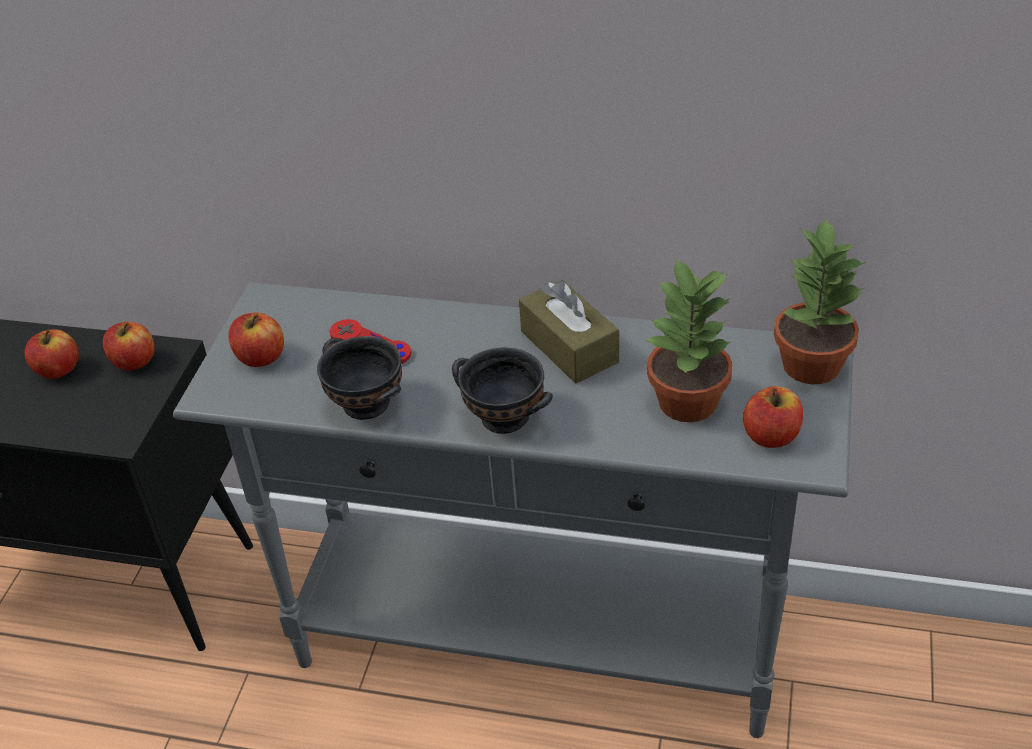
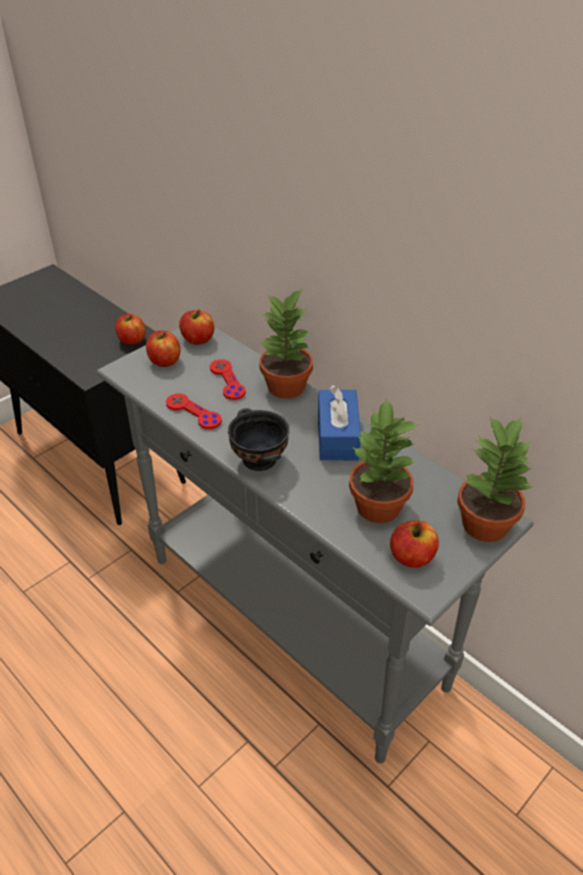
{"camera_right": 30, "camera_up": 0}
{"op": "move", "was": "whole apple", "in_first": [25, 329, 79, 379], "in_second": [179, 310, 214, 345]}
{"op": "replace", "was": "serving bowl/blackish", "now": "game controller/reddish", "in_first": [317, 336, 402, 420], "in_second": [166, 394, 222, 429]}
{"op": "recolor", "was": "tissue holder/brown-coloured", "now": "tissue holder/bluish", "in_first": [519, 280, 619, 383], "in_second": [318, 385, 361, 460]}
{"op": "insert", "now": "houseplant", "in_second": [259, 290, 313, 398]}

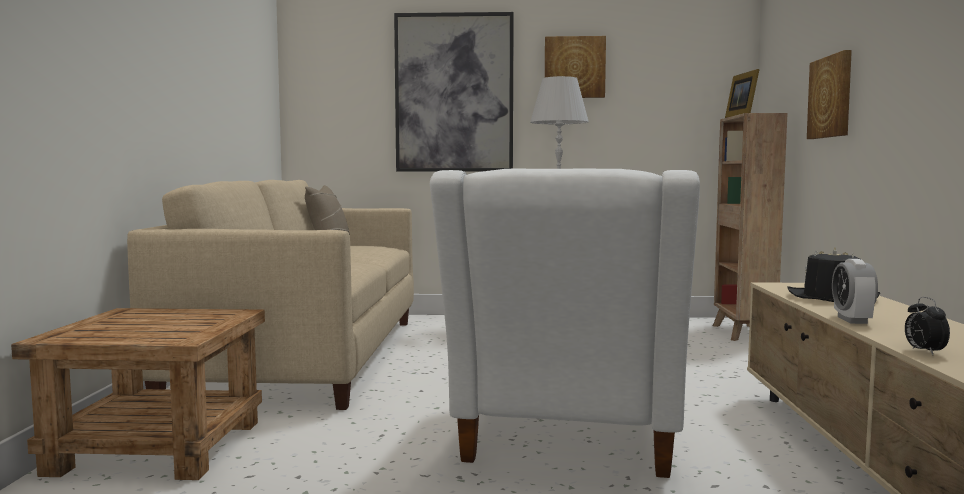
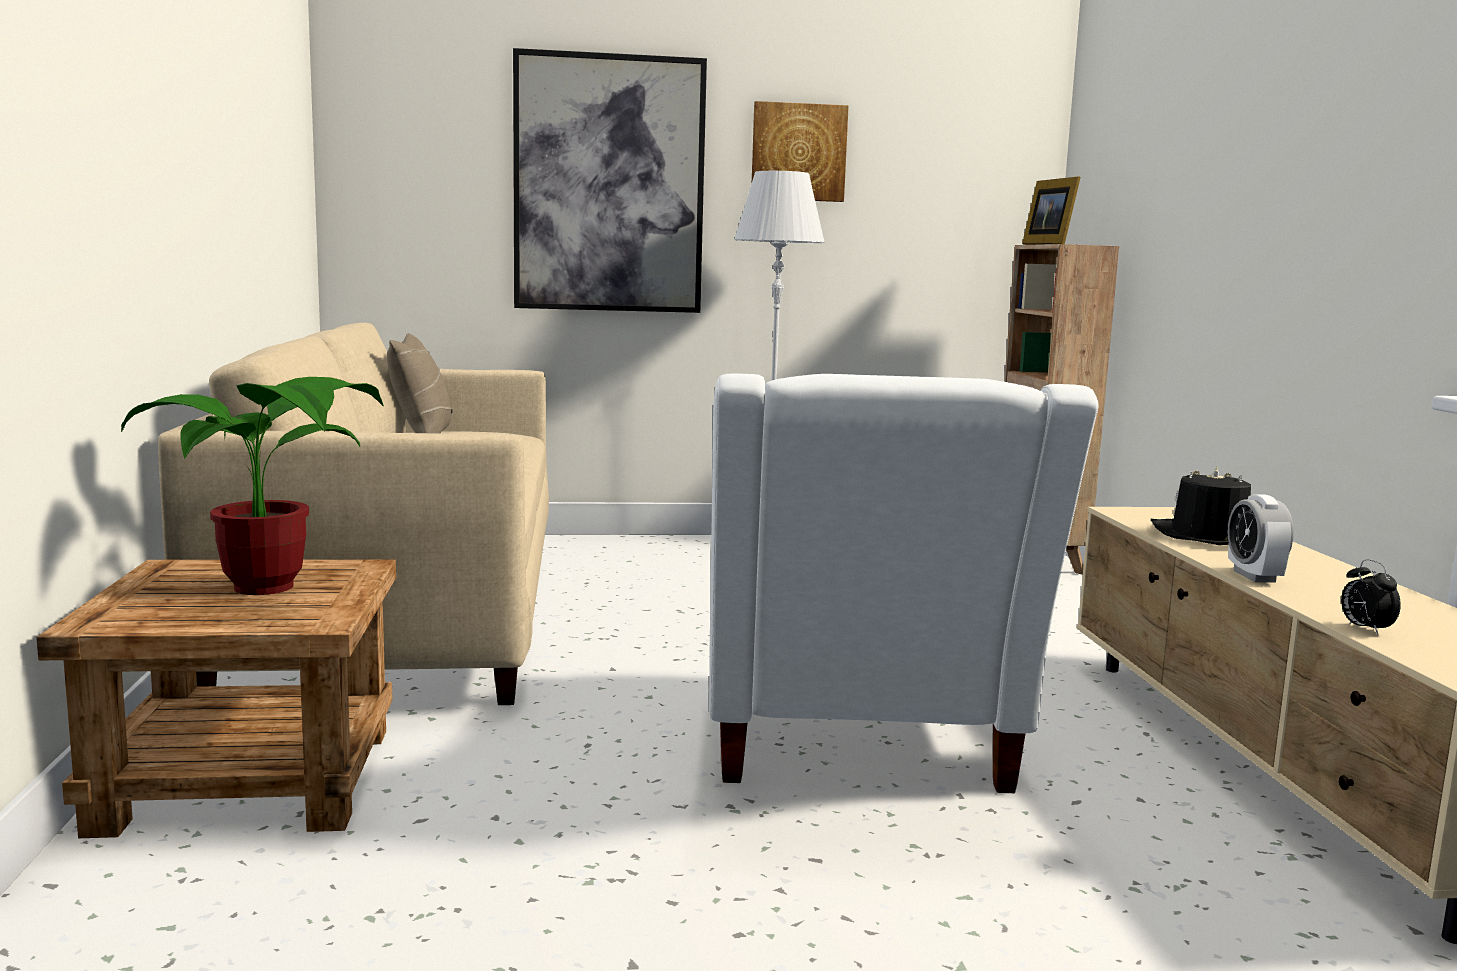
{"camera_right": -10, "camera_up": 5}
{"op": "delete", "was": "wall art", "in_first": [807, 50, 852, 139]}
{"op": "insert", "now": "houseplant", "in_second": [121, 377, 384, 595]}

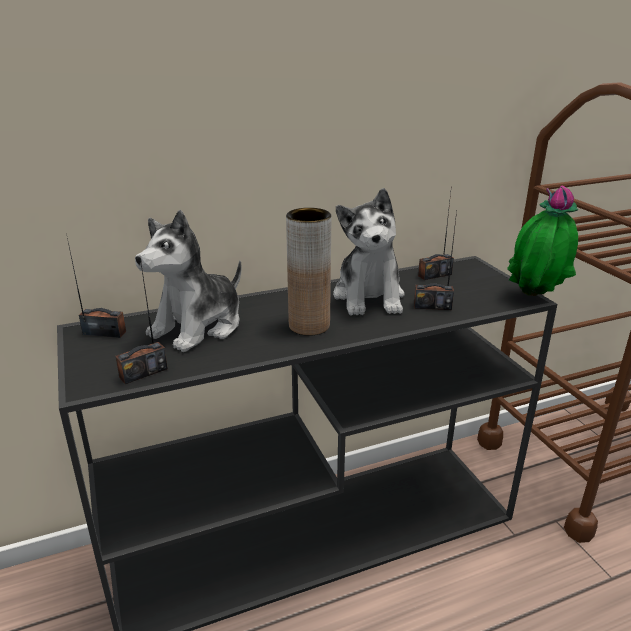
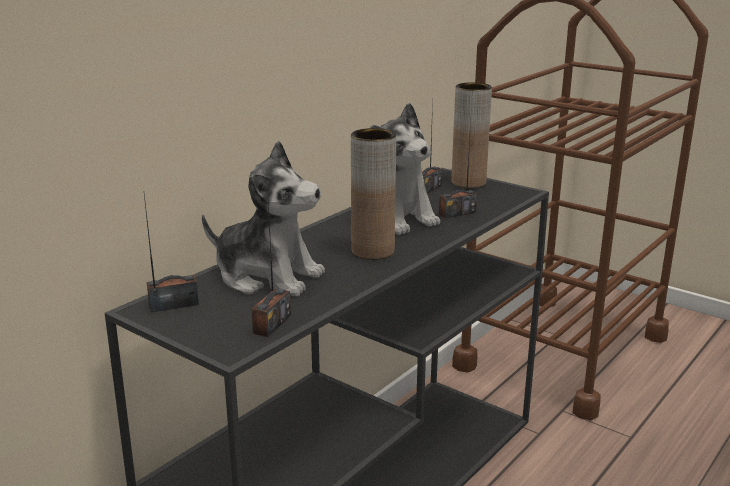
{"camera_right": -30, "camera_up": -5}
{"op": "rotate", "was": "cuddly toy", "in_first": [135, 210, 242, 352], "in_second": [202, 140, 325, 296], "clockwise": -75}
{"op": "delete", "was": "houseplant", "in_first": [507, 185, 578, 296]}
{"op": "insert", "now": "decorative vase/brown-coloured", "in_second": [451, 82, 492, 188]}

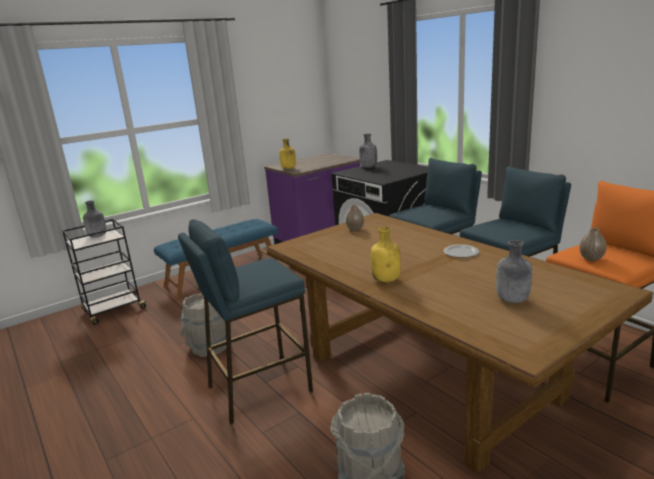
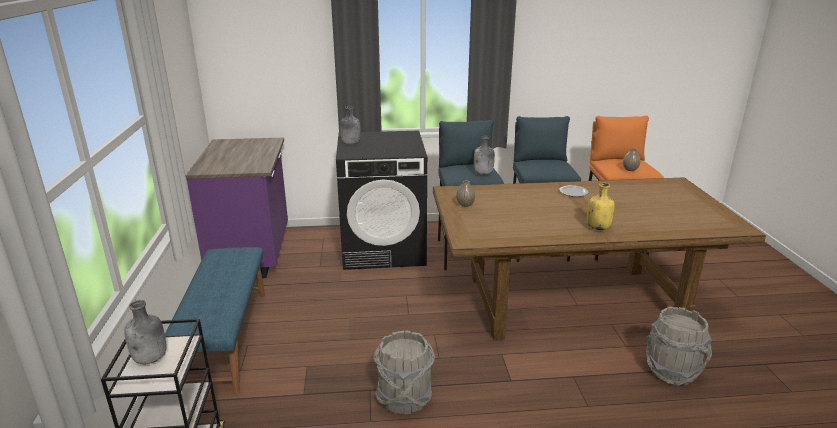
{"camera_right": -60, "camera_up": 5}
{"op": "delete", "was": "stool/bluish", "in_first": [178, 219, 313, 424]}
{"op": "delete", "was": "bottle/yellow", "in_first": [279, 138, 296, 169]}
{"op": "move", "was": "bottle/gray", "in_first": [496, 240, 532, 303], "in_second": [474, 136, 495, 175]}

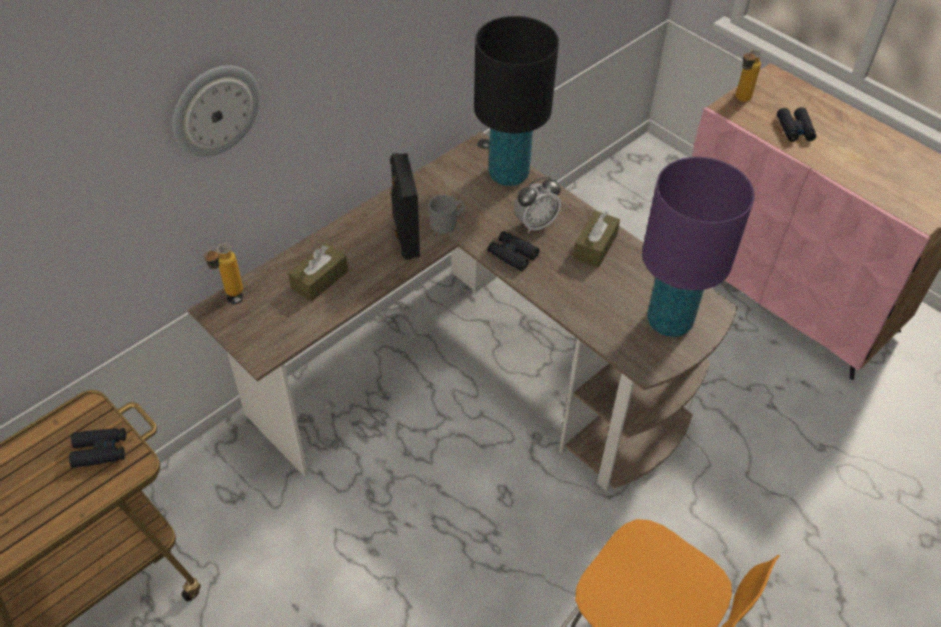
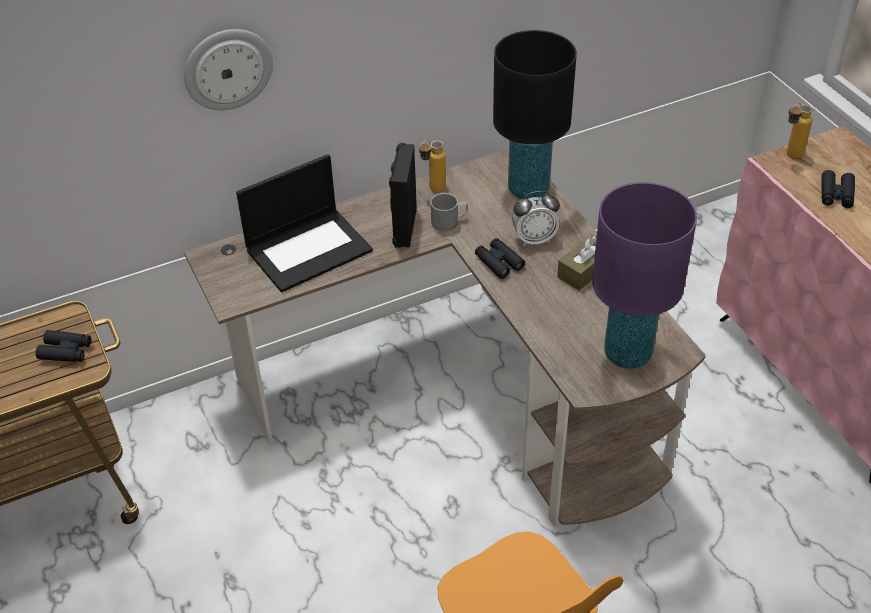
{"camera_right": 20, "camera_up": -5}
{"op": "move", "was": "bottle", "in_first": [204, 243, 243, 296], "in_second": [419, 140, 446, 193]}
{"op": "replace", "was": "tissue holder/brown-coloured", "now": "laptop", "in_first": [288, 243, 348, 302], "in_second": [236, 154, 373, 293]}

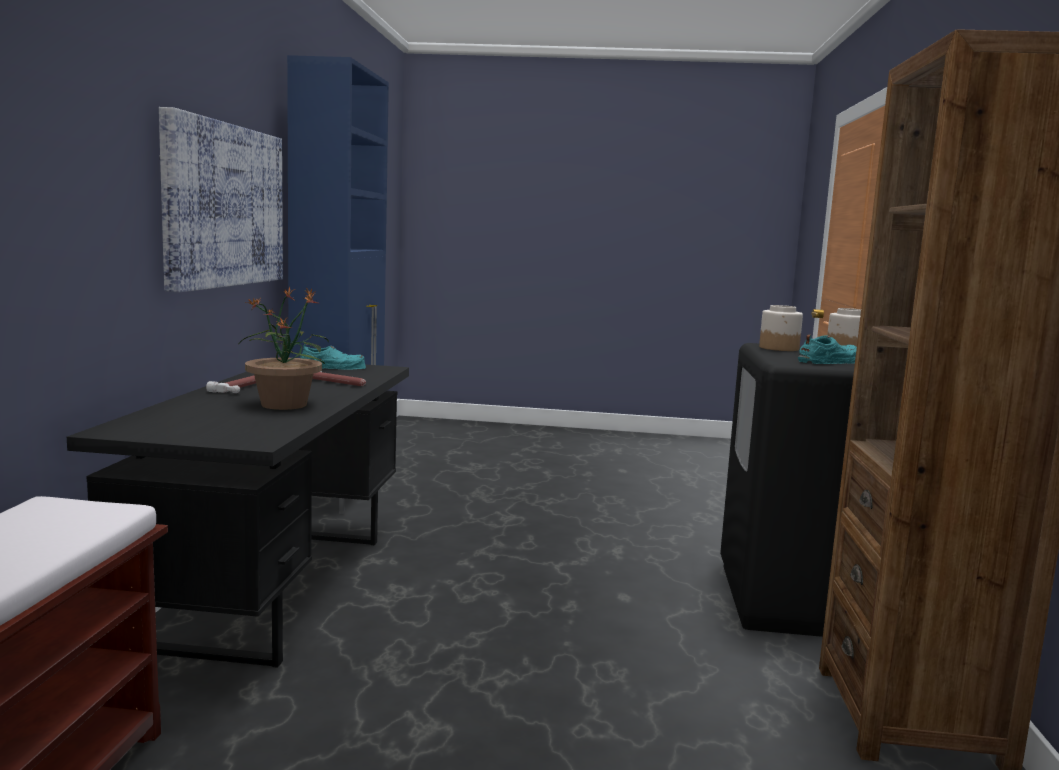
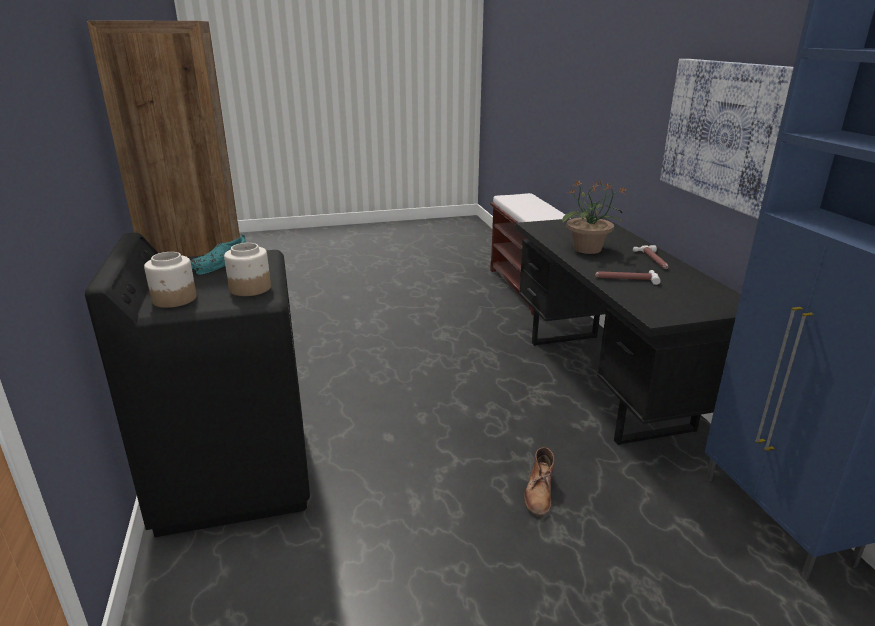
{"camera_right": 160, "camera_up": 15}
{"op": "delete", "was": "shoe/turquoise-coloured", "in_first": [300, 344, 366, 369]}
{"op": "insert", "now": "high-top boot/brown-coloured", "in_second": [524, 447, 554, 516]}

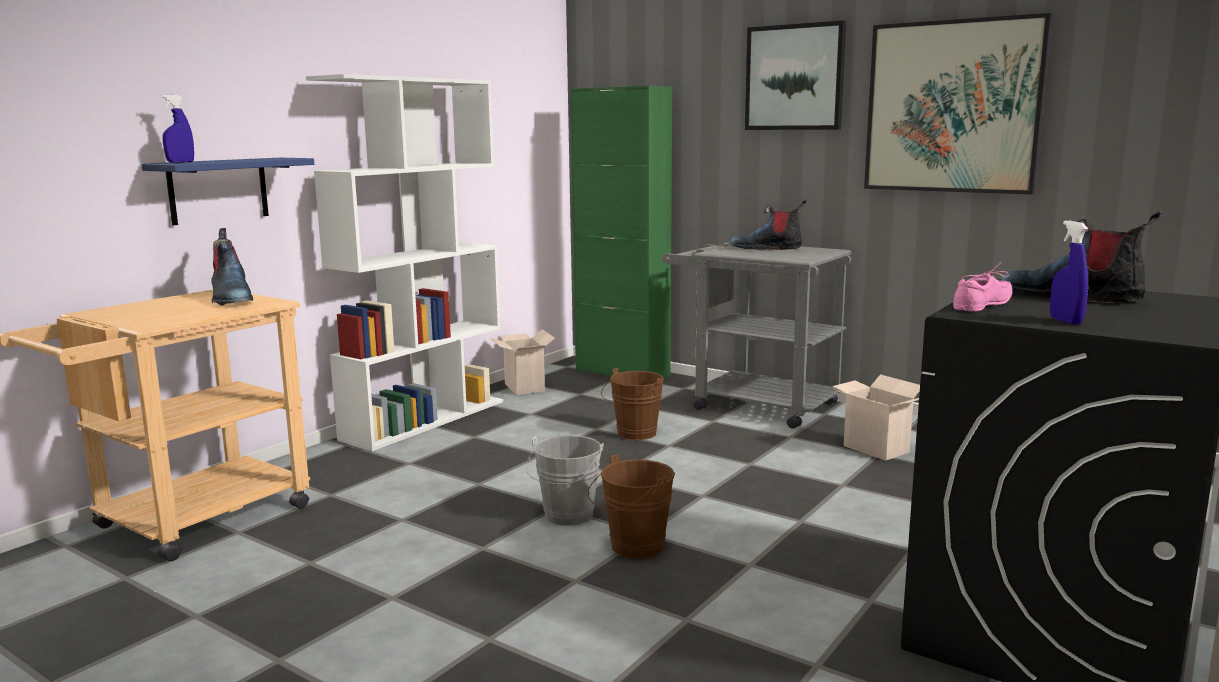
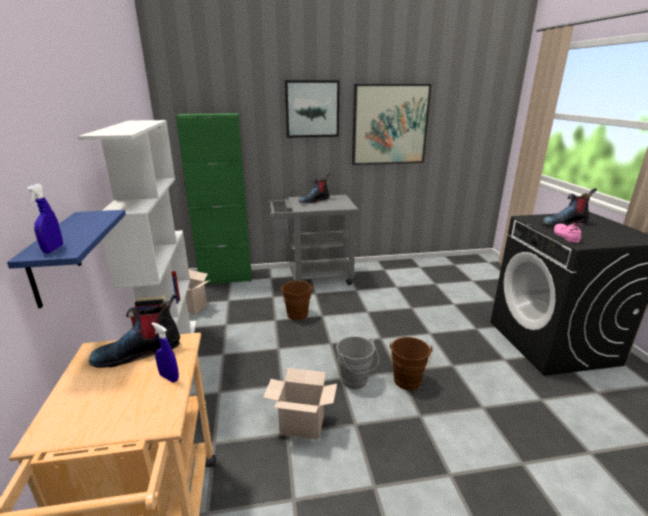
{"camera_right": -45, "camera_up": 10}
{"op": "rotate", "was": "high-top boot", "in_first": [211, 228, 253, 306], "in_second": [89, 293, 180, 368], "clockwise": 135}
{"op": "move", "was": "packing box", "in_first": [832, 374, 920, 461], "in_second": [263, 368, 337, 440]}
{"op": "move", "was": "sprayer/bluish", "in_first": [1050, 221, 1088, 325], "in_second": [152, 322, 179, 382]}

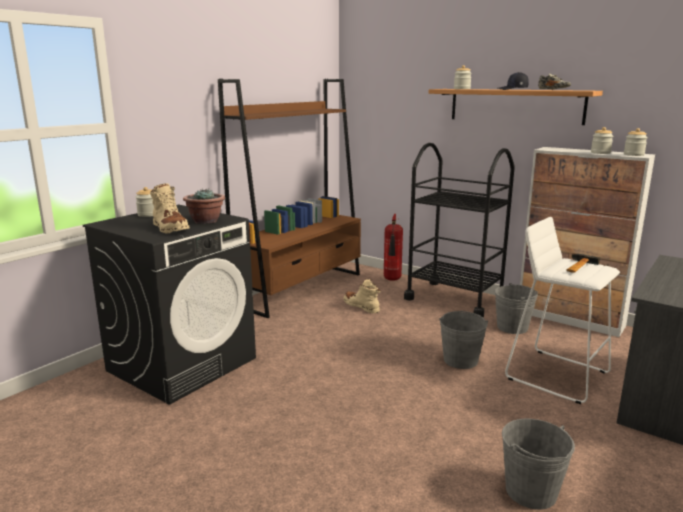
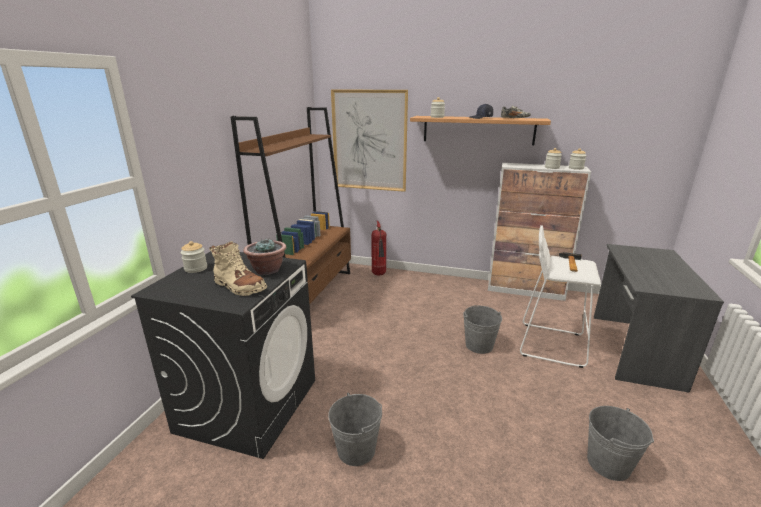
{"camera_right": -20, "camera_up": 5}
{"op": "delete", "was": "high-top boot/sand-coloured", "in_first": [344, 279, 381, 313]}
{"op": "delete", "was": "trolley/blackish", "in_first": [404, 143, 515, 318]}
{"op": "move", "was": "bucket/gray", "in_first": [495, 283, 538, 334], "in_second": [328, 393, 382, 466]}
{"op": "insert", "now": "wall art", "in_second": [331, 89, 408, 192]}

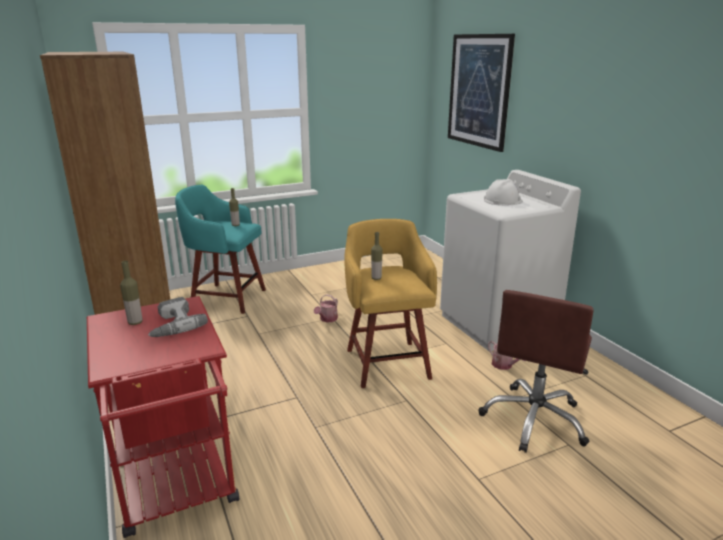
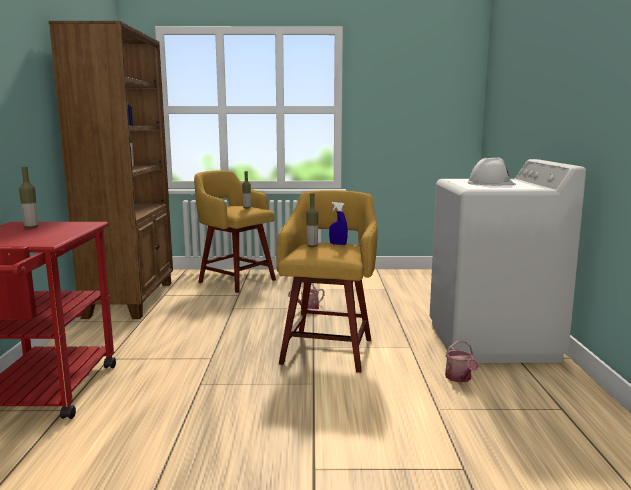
{"camera_right": 25, "camera_up": -10}
{"op": "delete", "was": "power drill", "in_first": [148, 297, 208, 337]}
{"op": "recolor", "was": "stool/turquoise-coloured", "now": "stool/yellow", "in_first": [175, 185, 266, 314], "in_second": [194, 171, 276, 293]}
{"op": "delete", "was": "wall art", "in_first": [448, 34, 515, 152]}
{"op": "delete", "was": "office chair/brown-coloured", "in_first": [479, 290, 593, 453]}
{"op": "insert", "now": "sprayer/bluish", "in_second": [329, 202, 348, 245]}

